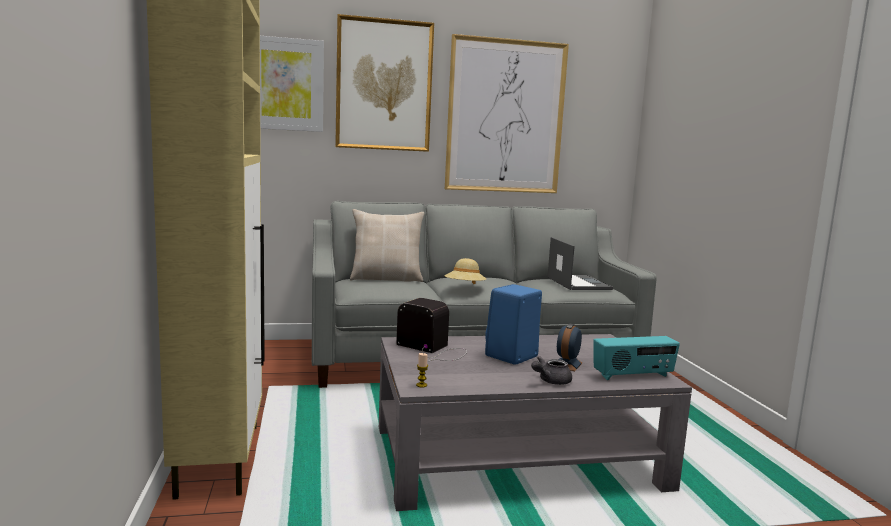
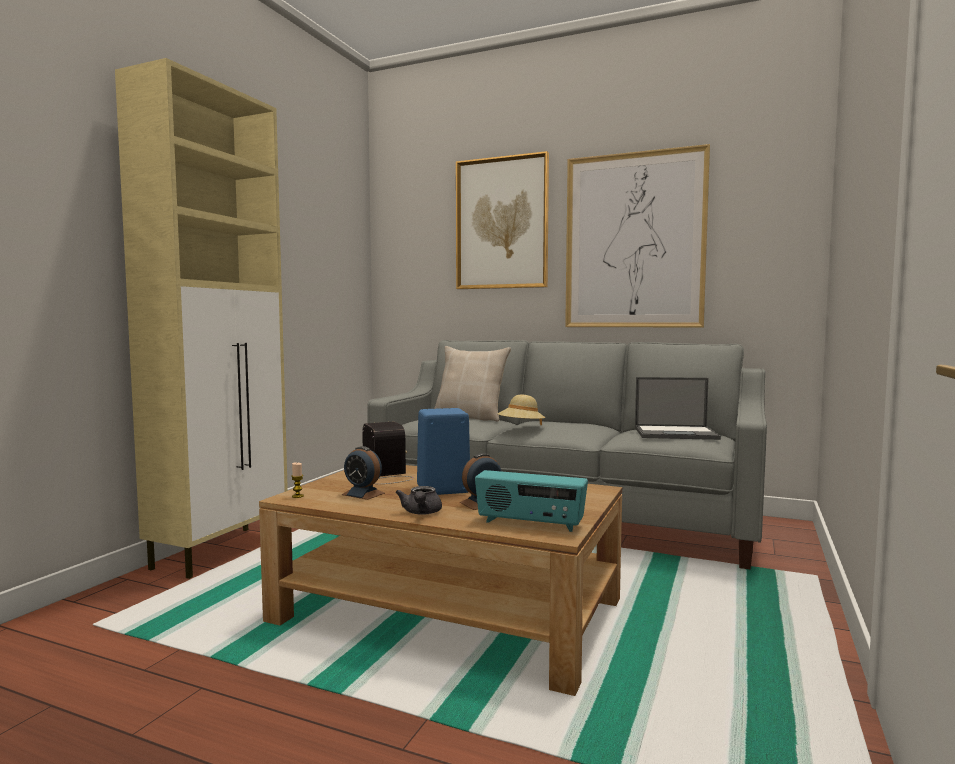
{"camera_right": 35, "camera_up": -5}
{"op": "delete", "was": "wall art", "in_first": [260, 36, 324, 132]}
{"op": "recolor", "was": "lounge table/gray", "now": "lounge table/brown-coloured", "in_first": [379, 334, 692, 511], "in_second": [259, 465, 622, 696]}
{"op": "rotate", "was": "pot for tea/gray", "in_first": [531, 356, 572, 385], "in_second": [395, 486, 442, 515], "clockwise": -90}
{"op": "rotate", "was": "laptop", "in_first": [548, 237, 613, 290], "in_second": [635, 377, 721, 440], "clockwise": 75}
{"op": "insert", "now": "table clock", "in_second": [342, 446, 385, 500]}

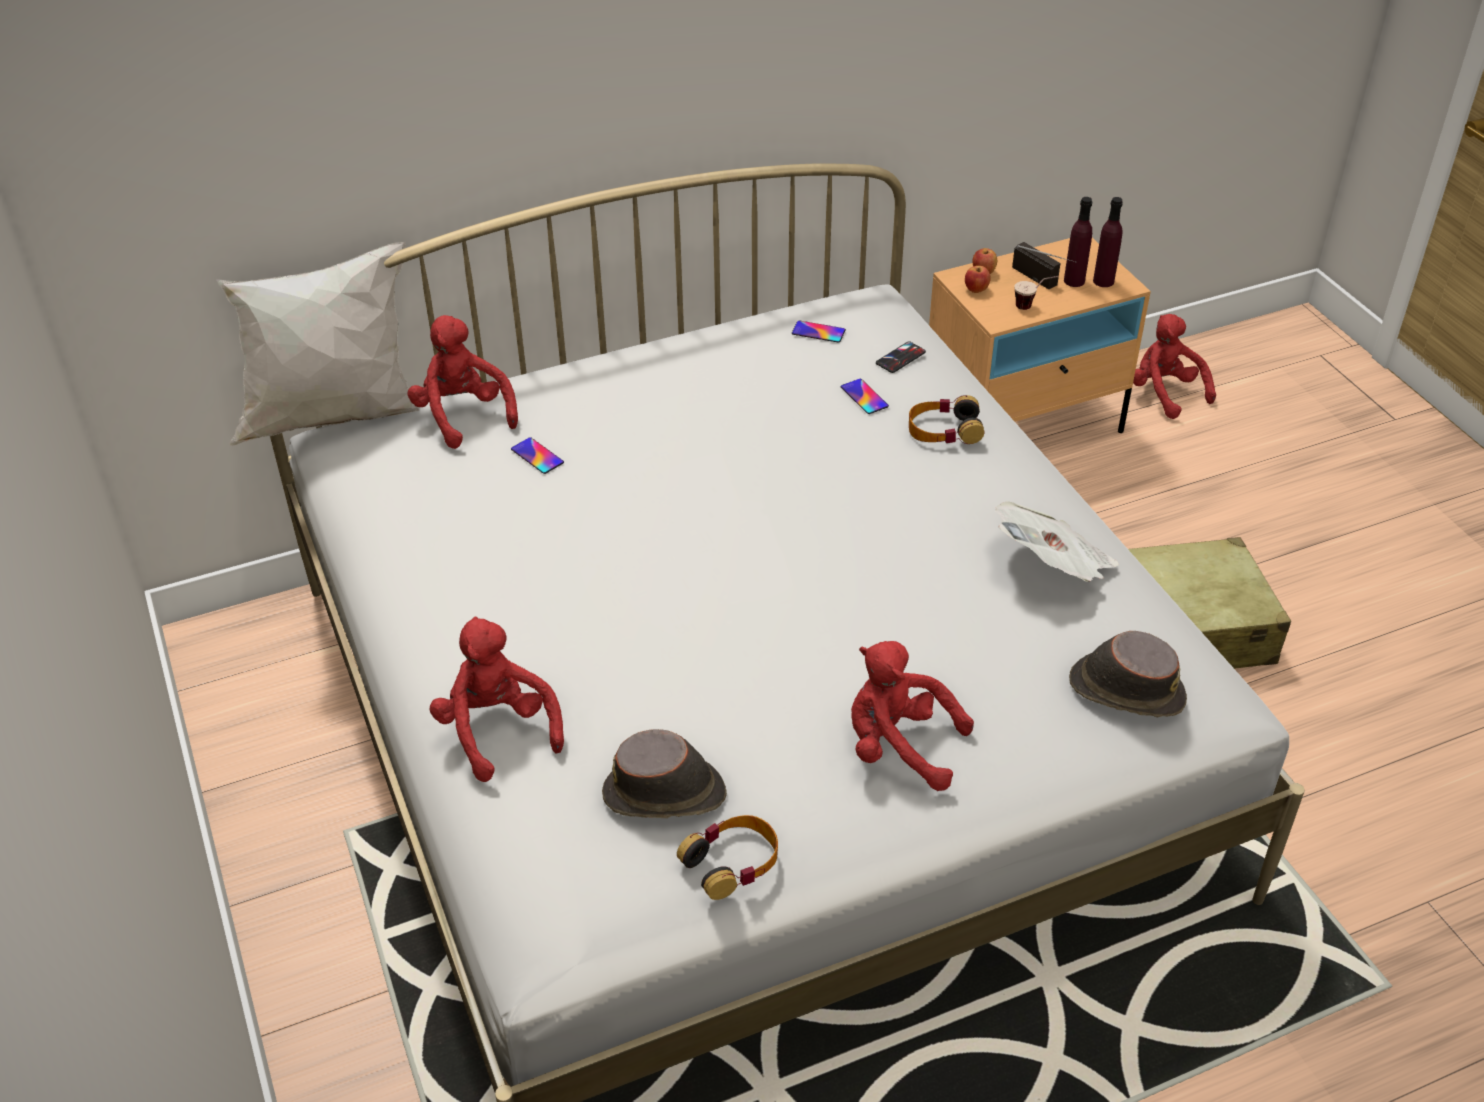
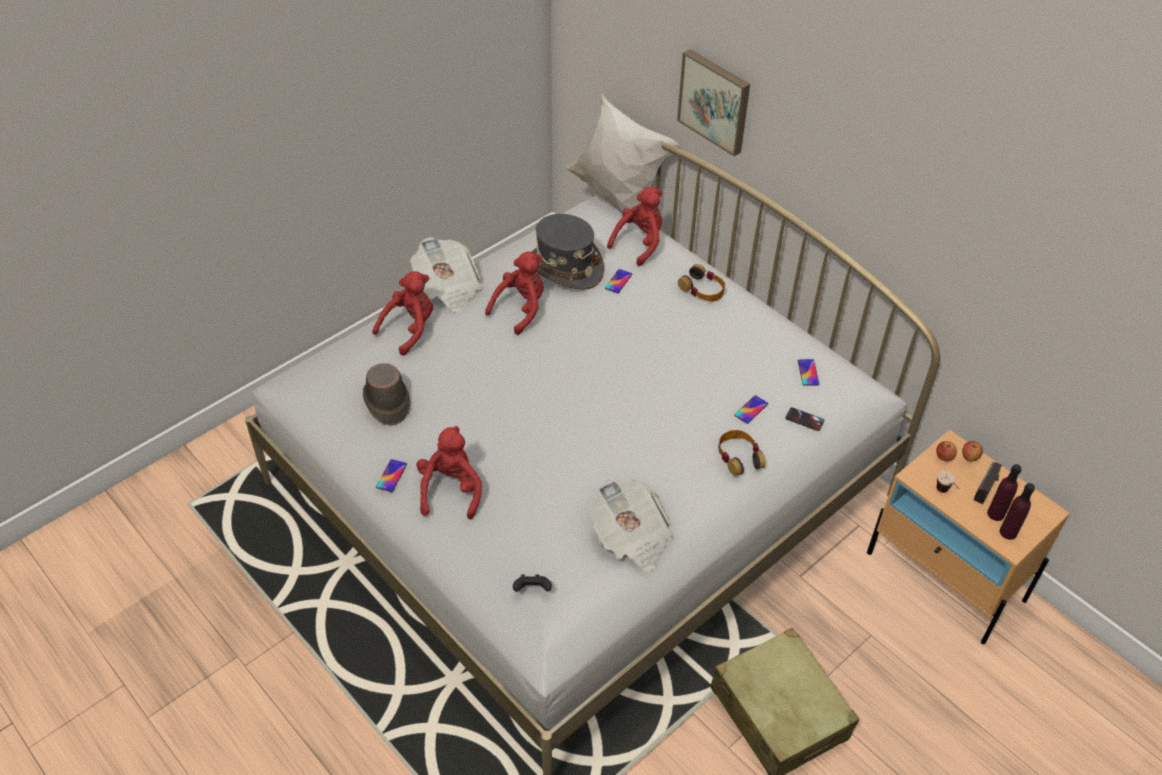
{"camera_right": 70, "camera_up": 5}
{"op": "move", "was": "headset", "in_first": [677, 815, 778, 900], "in_second": [678, 264, 725, 302]}
{"op": "replace", "was": "clothing hat/brown-coloured", "now": "game controller/blackish", "in_first": [1069, 631, 1187, 717], "in_second": [513, 574, 552, 592]}
{"op": "move", "was": "cuddly toy/reddish", "in_first": [1133, 314, 1216, 419], "in_second": [485, 252, 544, 335]}
{"op": "insert", "now": "handset", "in_second": [376, 459, 407, 492]}
{"op": "insert", "now": "daily paper", "in_second": [410, 237, 482, 312]}
{"op": "insert", "now": "clothing hat/gray", "in_second": [532, 214, 604, 290]}
{"op": "insert", "now": "wall art", "in_second": [677, 49, 750, 156]}

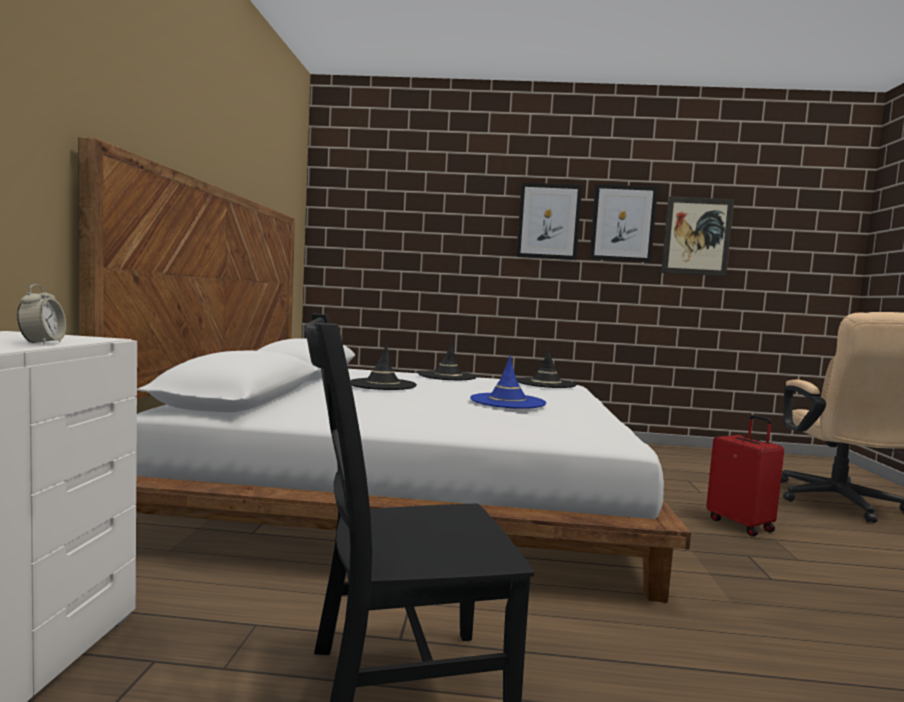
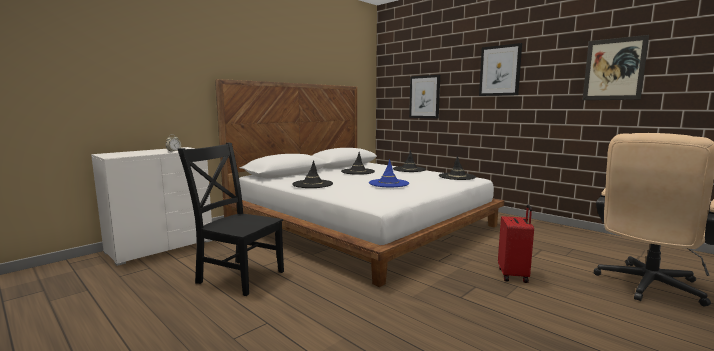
{"camera_right": 40, "camera_up": 5}
{"op": "move", "was": "wall art", "in_first": [589, 184, 658, 262], "in_second": [409, 75, 440, 118]}
{"op": "insert", "now": "clothing hat/blackish", "in_second": [292, 160, 333, 188]}

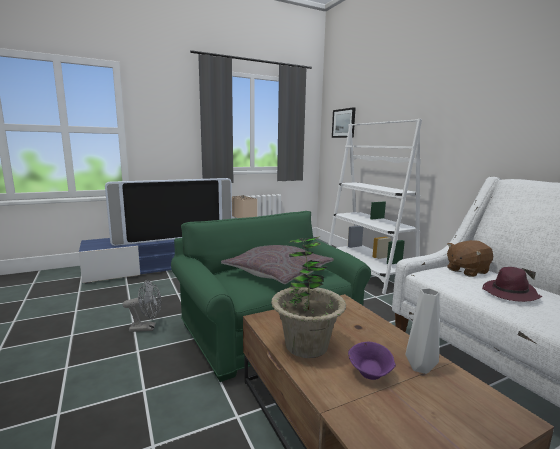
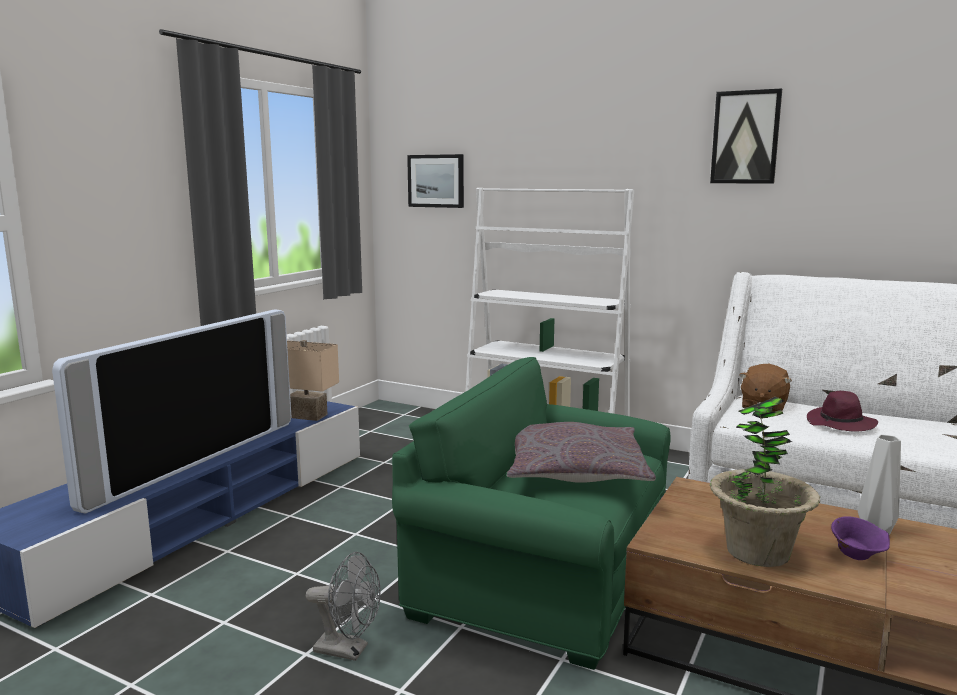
{"camera_right": -35, "camera_up": 0}
{"op": "rotate", "was": "cooling fan/gray", "in_first": [123, 280, 161, 332], "in_second": [306, 552, 381, 661], "clockwise": 60}
{"op": "insert", "now": "wall art", "in_second": [710, 88, 782, 184]}

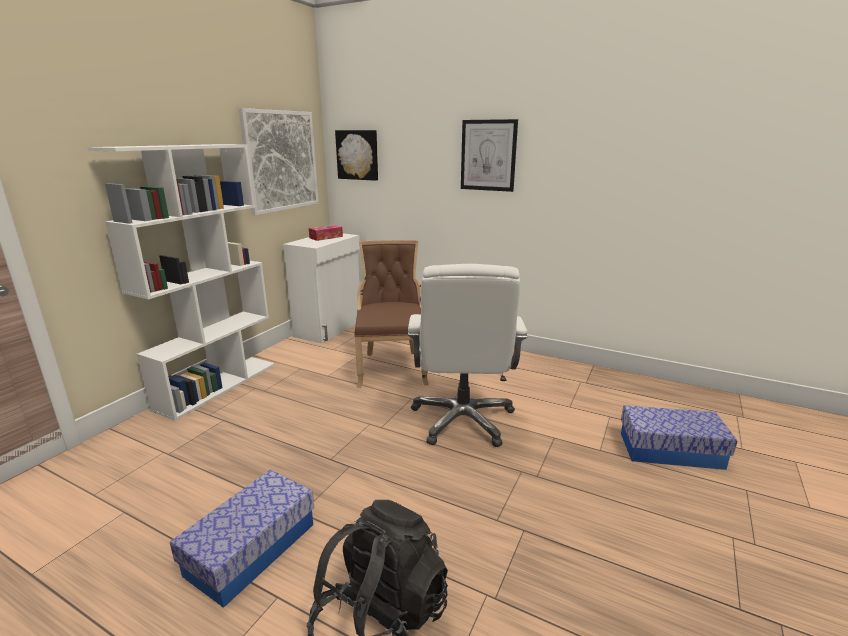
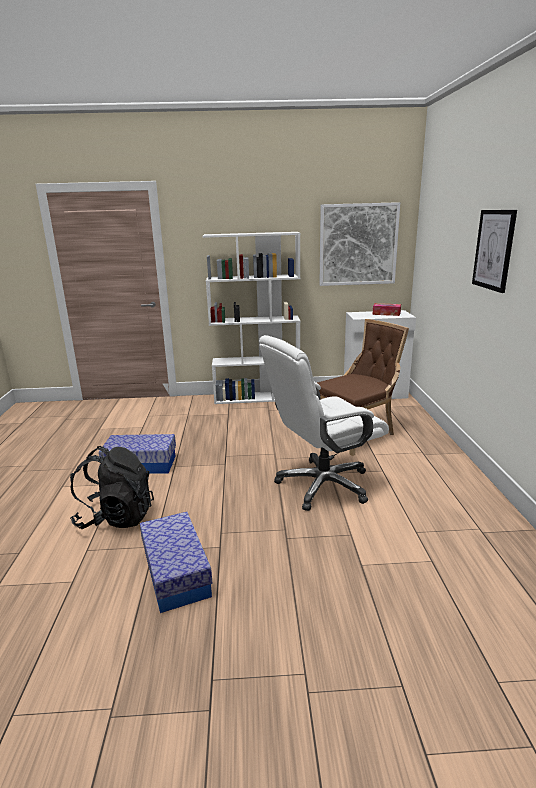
{"camera_right": 60, "camera_up": 0}
{"op": "delete", "was": "wall art", "in_first": [335, 130, 378, 181]}
{"op": "move", "was": "storage box", "in_first": [621, 405, 737, 470], "in_second": [140, 512, 213, 613]}

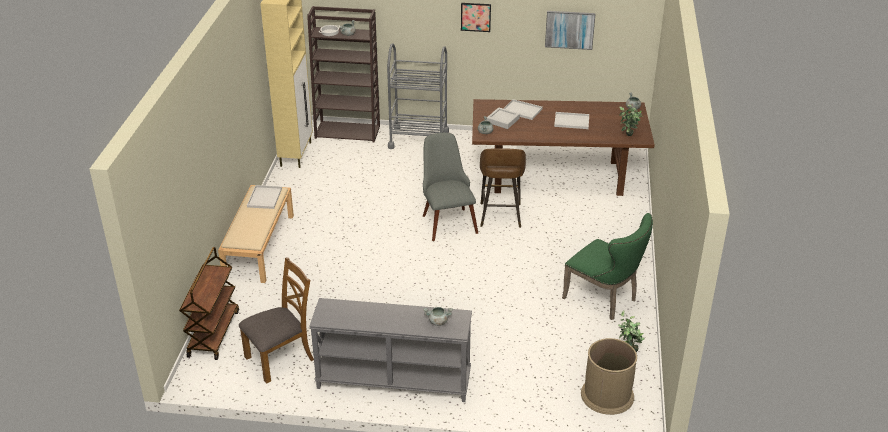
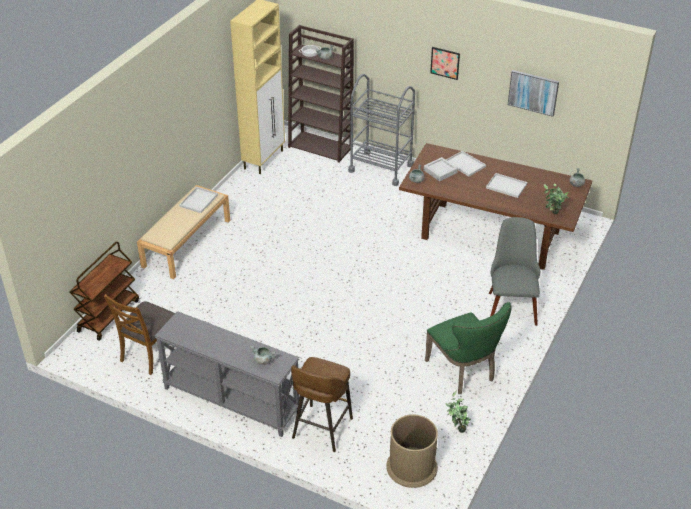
{"camera_right": 20, "camera_up": 5}
{"op": "rotate", "was": "plain chair/brown-coloured", "in_first": [239, 257, 314, 384], "in_second": [104, 294, 175, 375], "clockwise": 135}
{"op": "move", "was": "plain chair/gray", "in_first": [423, 133, 478, 241], "in_second": [489, 217, 540, 326]}
{"op": "move", "was": "stool/brown-coloured", "in_first": [480, 148, 526, 228], "in_second": [291, 357, 353, 452]}

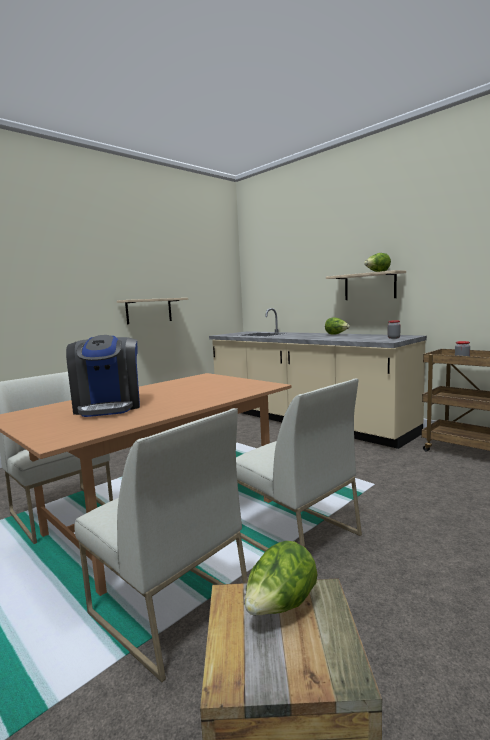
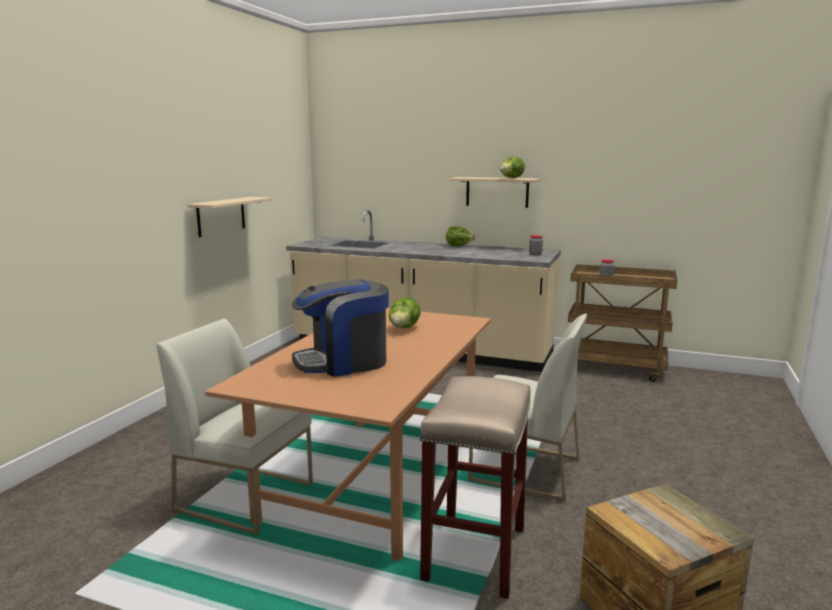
{"camera_right": -25, "camera_up": 5}
{"op": "rotate", "was": "coffee maker", "in_first": [66, 335, 140, 417], "in_second": [292, 279, 389, 377], "clockwise": 105}
{"op": "replace", "was": "plain chair/whitish", "now": "stool/sand-coloured", "in_first": [74, 408, 248, 682], "in_second": [419, 376, 531, 599]}
{"op": "move", "was": "head of lettuce", "in_first": [245, 541, 317, 615], "in_second": [389, 297, 421, 328]}

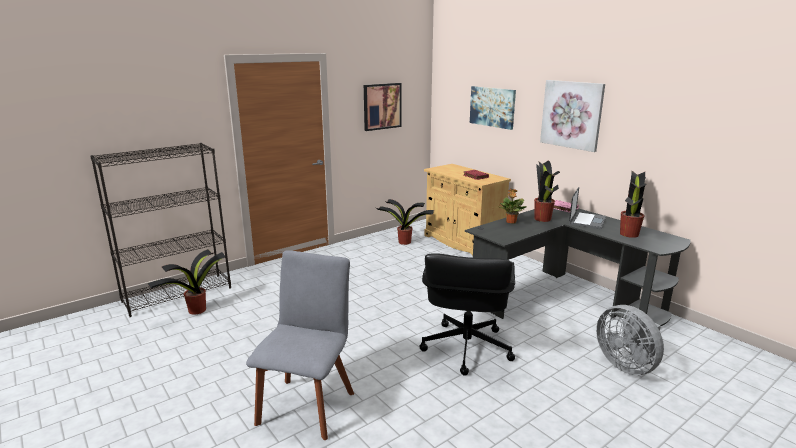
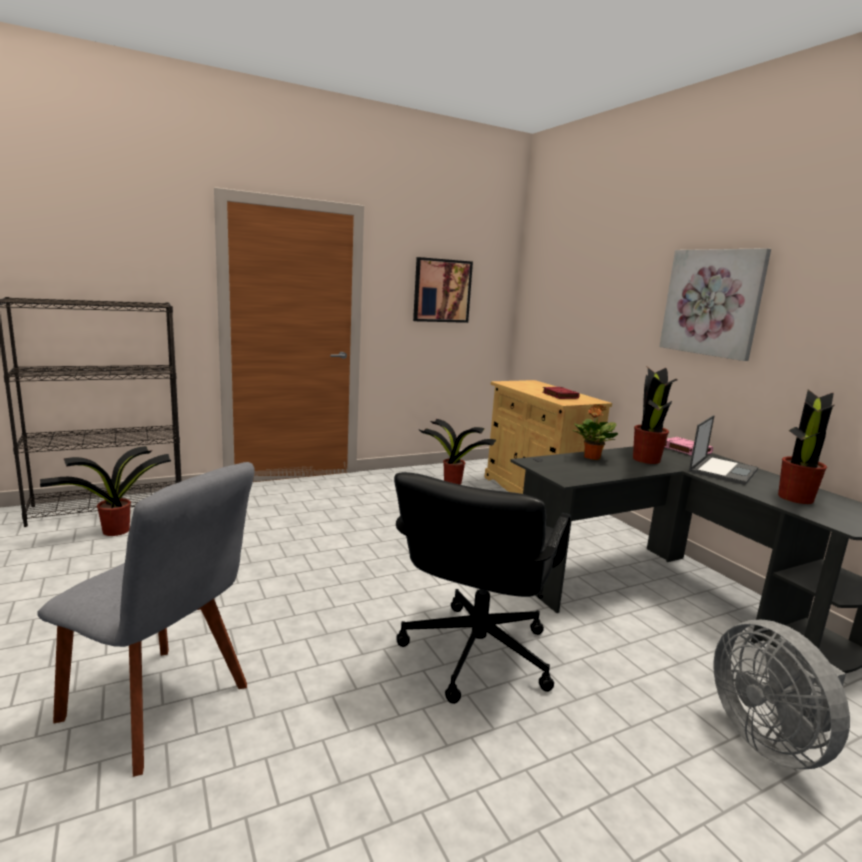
{"camera_right": 10, "camera_up": -5}
{"op": "rotate", "was": "plain chair/gray", "in_first": [246, 250, 354, 440], "in_second": [37, 462, 255, 777], "clockwise": 90}
{"op": "delete", "was": "wall art", "in_first": [470, 86, 516, 130]}

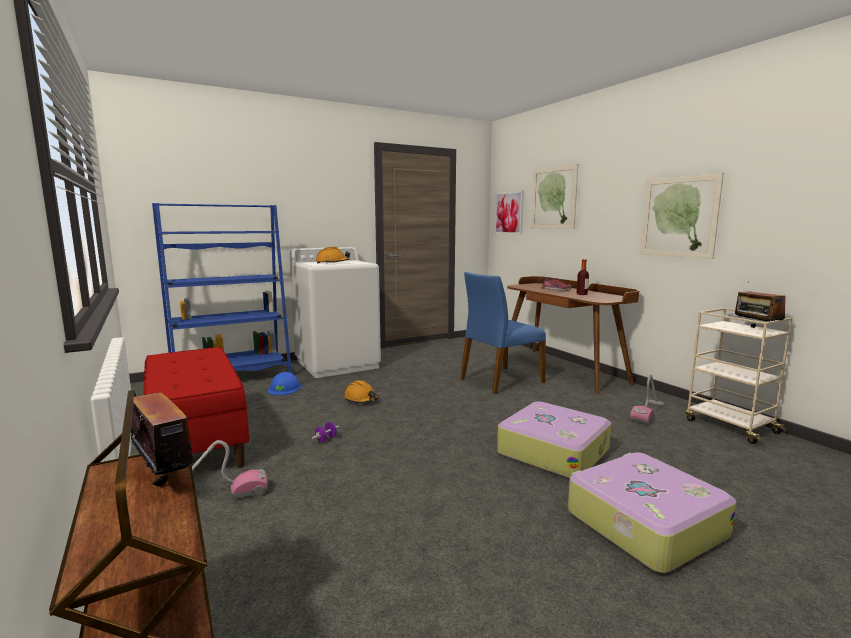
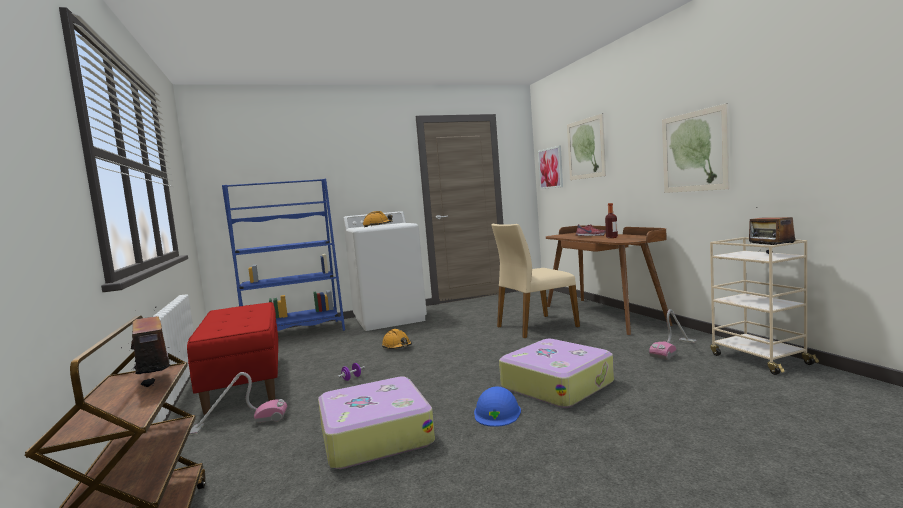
{"camera_right": 10, "camera_up": -5}
{"op": "move", "was": "hard hat/bluish", "in_first": [268, 372, 301, 395], "in_second": [474, 386, 521, 427]}
{"op": "recolor", "was": "plain chair/bluish", "now": "plain chair/sand-coloured", "in_first": [460, 272, 546, 394], "in_second": [491, 223, 580, 338]}
{"op": "move", "was": "suitcase", "in_first": [568, 452, 736, 573], "in_second": [318, 377, 435, 469]}

